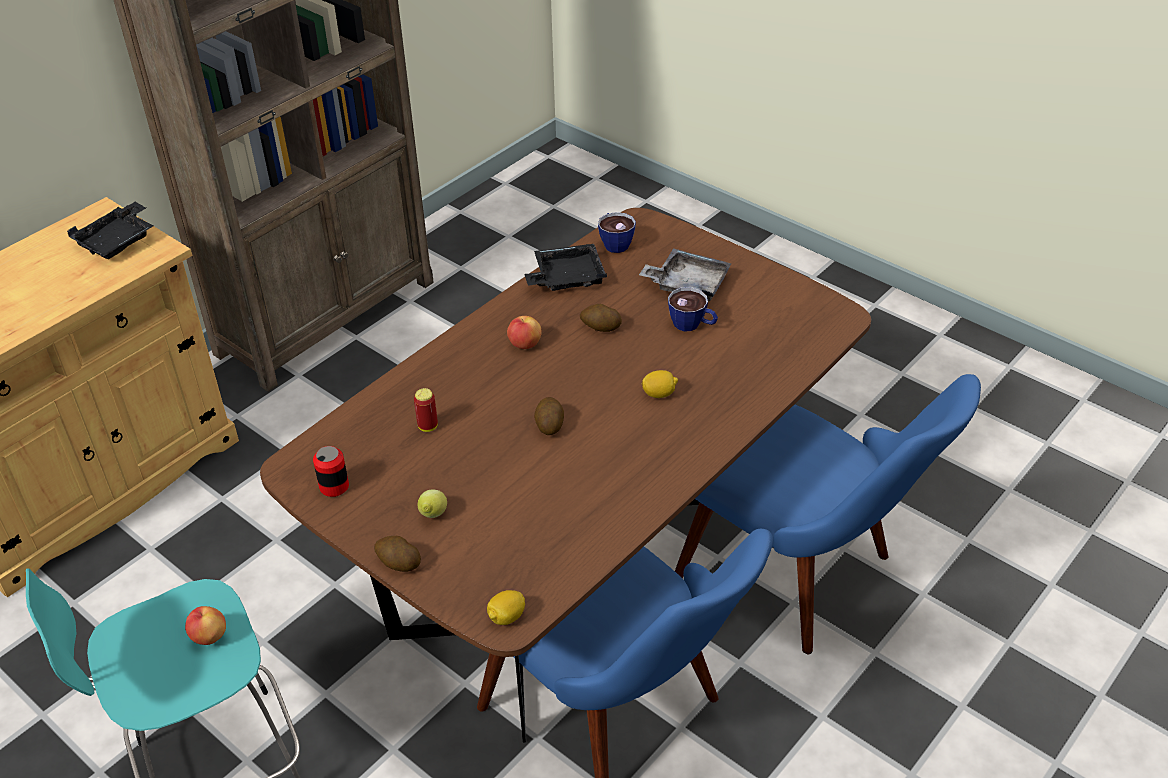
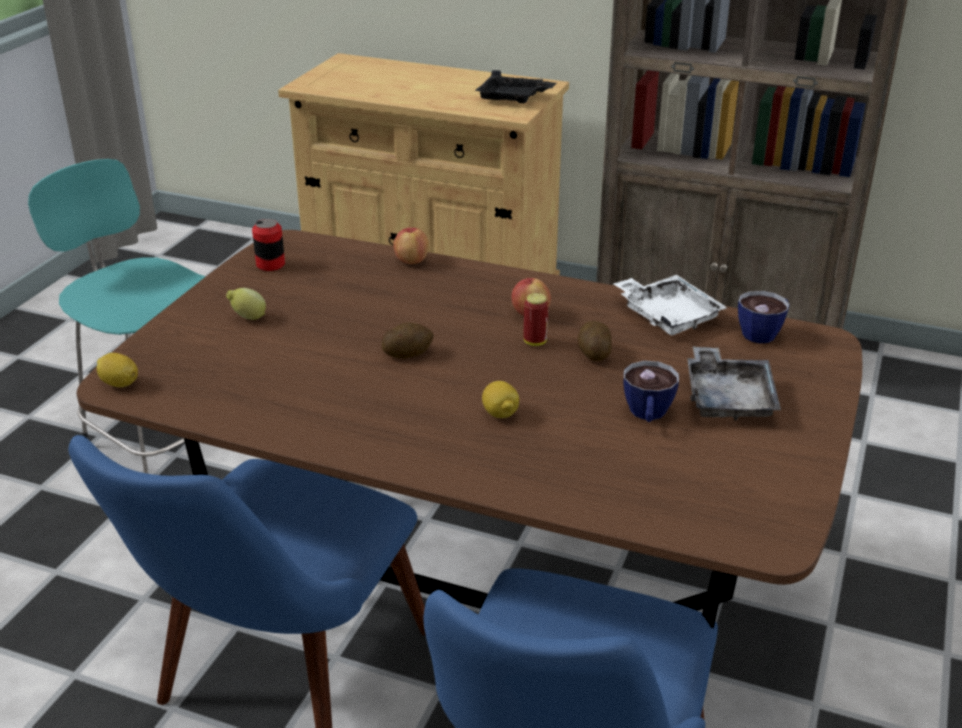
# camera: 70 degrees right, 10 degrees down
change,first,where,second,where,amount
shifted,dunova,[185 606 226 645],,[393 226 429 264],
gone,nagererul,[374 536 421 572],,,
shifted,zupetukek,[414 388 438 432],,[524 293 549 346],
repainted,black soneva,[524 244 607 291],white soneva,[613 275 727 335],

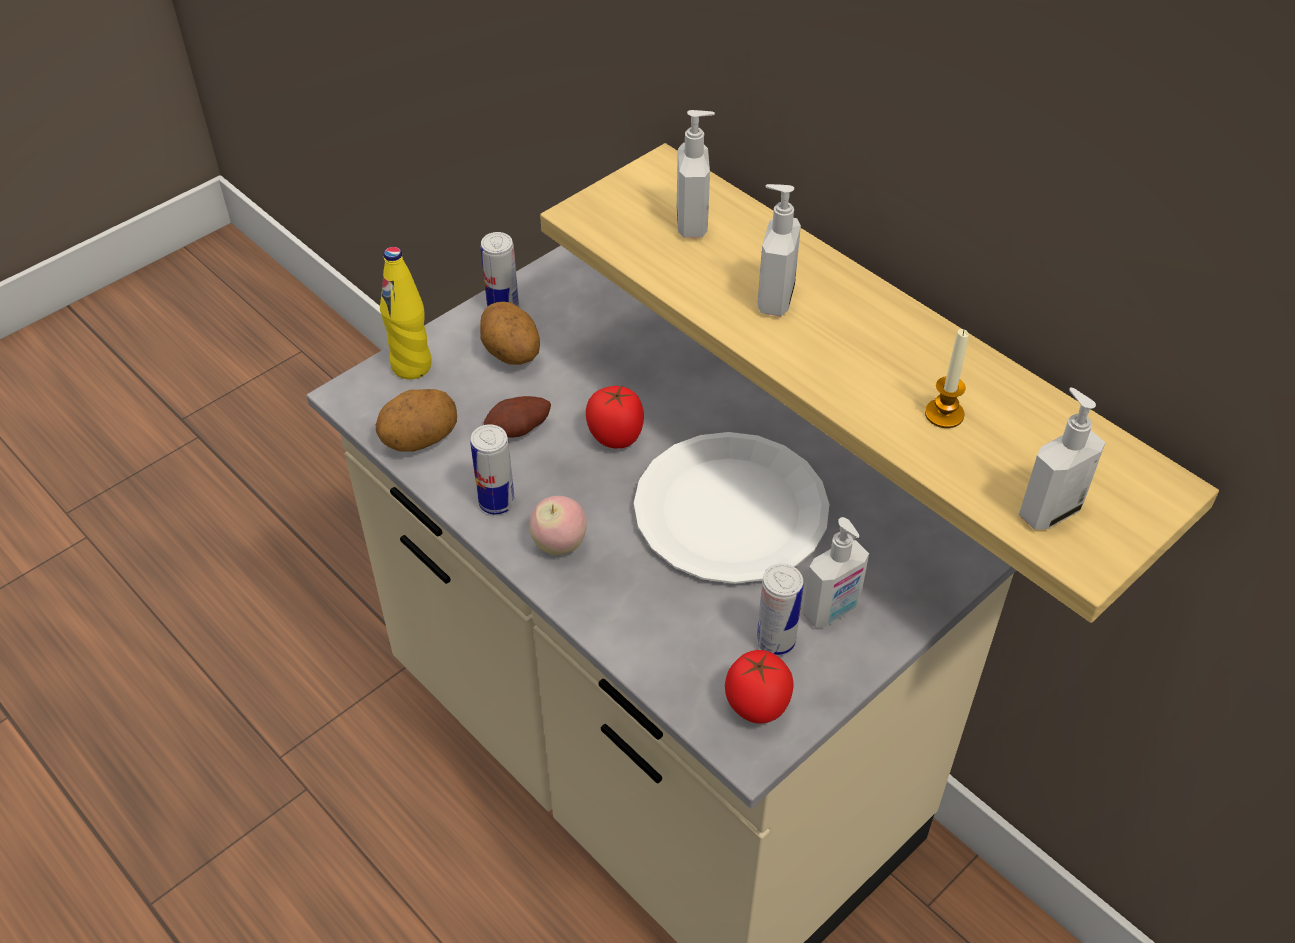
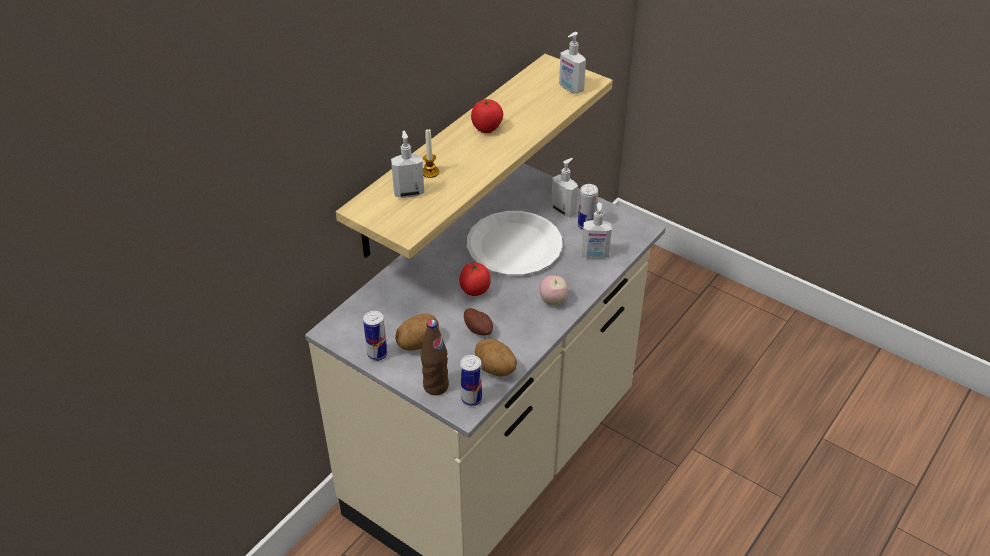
# camera: 100 degrees left, 5 degrees down
change,first,where,second,where,amount
repainted,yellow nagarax,[380 247 432 379],brown nagarax,[421 319 449 395],
shifted,zupetukek,[470 424 515 514],,[460 355 482 406],
shifted,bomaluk,[725 650 794 724],,[471 99 503 133],
shifted,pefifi,[758 184 801 316],,[582 203 612 259],
shifted,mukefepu,[925 329 969 428],,[423 129 439 178],

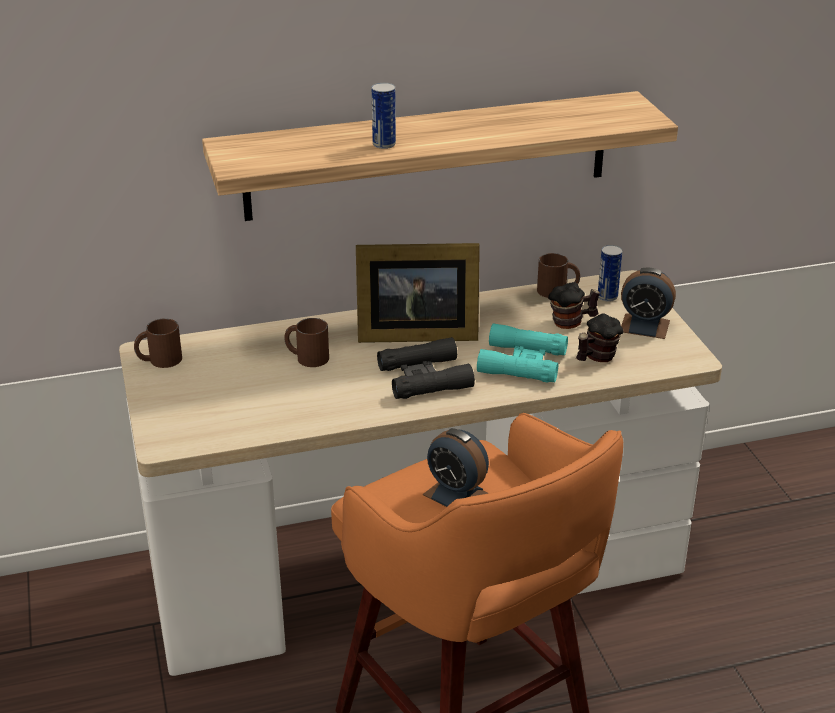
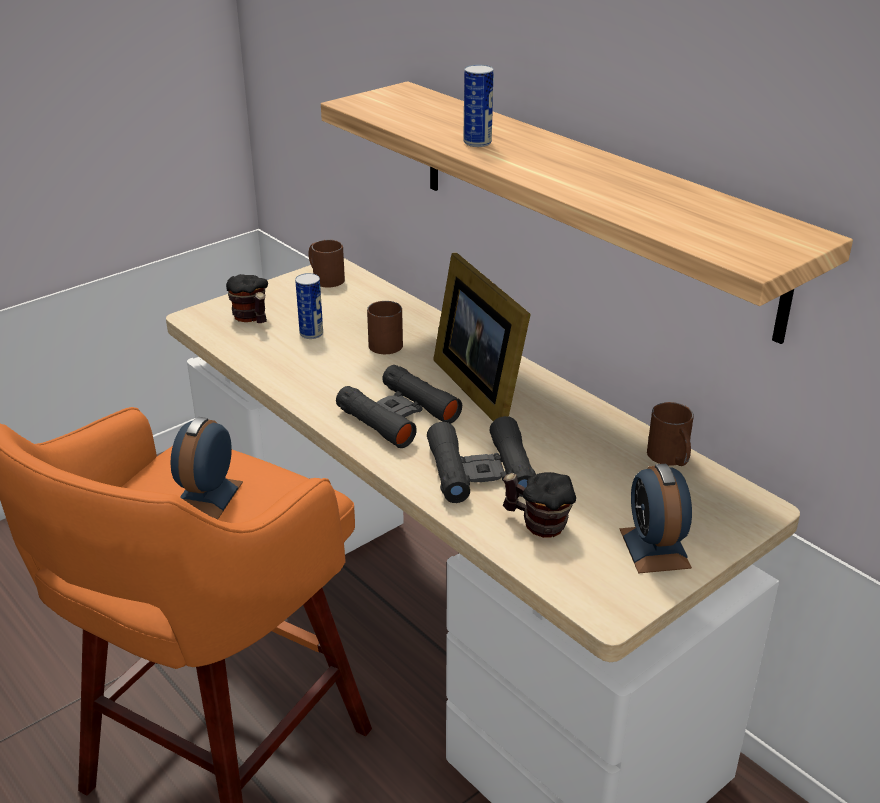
# camera: 65 degrees right, 0 degrees up
change,first,where,second,where,amount
repainted,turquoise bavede,[477 323 568 382],black bavede,[427 416 536 503],
shifted,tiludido,[548 282 600 329],,[226 274 268 323],
shifted,zupetukek,[598 245 622 302],,[295 273 323 339],

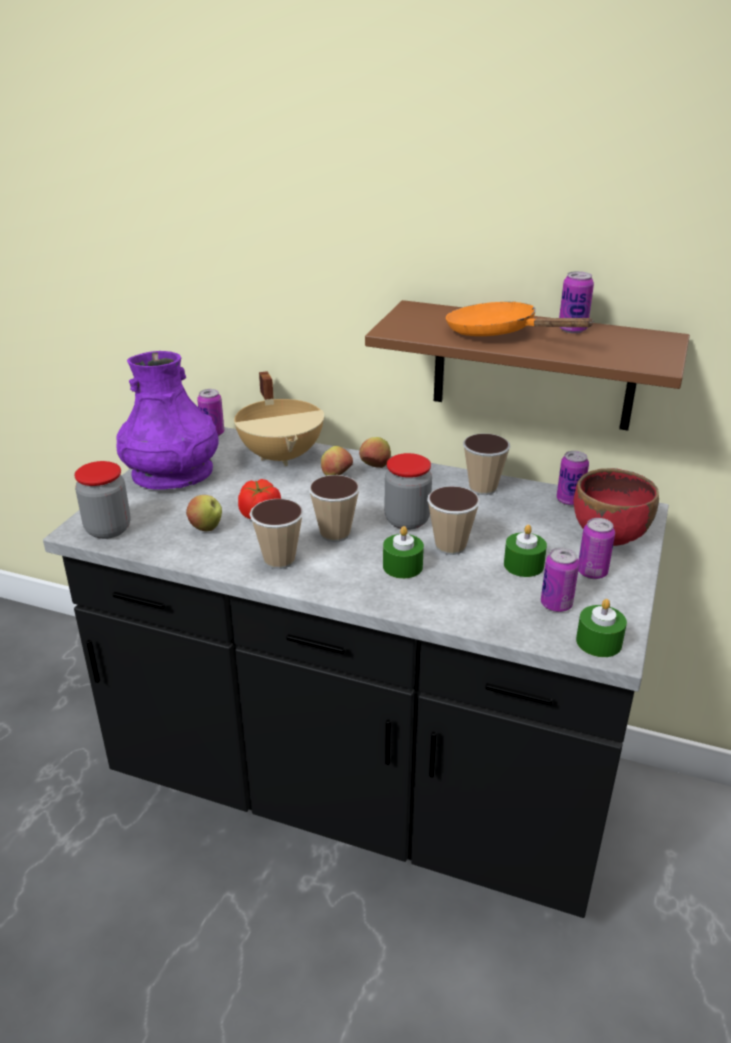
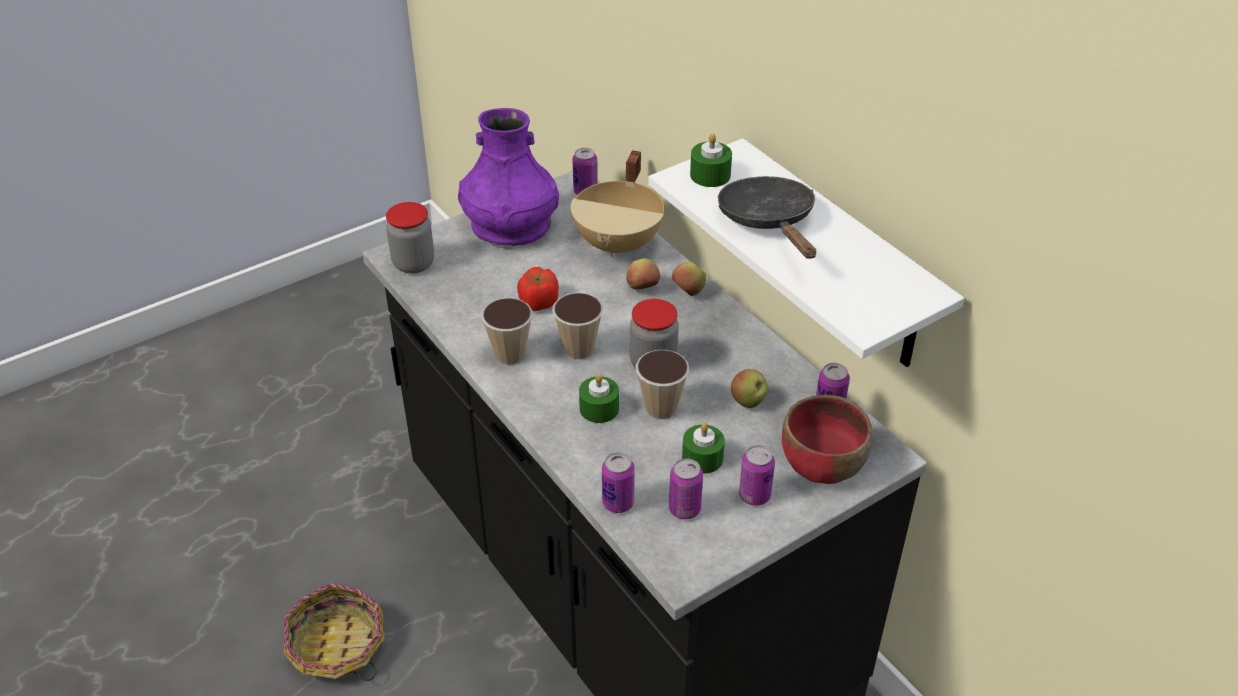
# camera: 35 degrees right, 10 degrees up
change,first,where,second,where,amount
shifted,dunova,[186 495 222 531],,[731 369 768 408],
repainted,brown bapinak,[365 300 690 431],white bapinak,[648 138 964 367],
repainted,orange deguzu,[446 302 595 336],black deguzu,[718 176 816 259],
gone,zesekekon,[463 433 510 495],,,
shifted,zupetukek,[559 271 594 333],,[602 452 635 513],
shifted,green mukefepu,[576 599 627 657],,[690 133 732 187],
new,,,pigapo,[283 583 385 681],

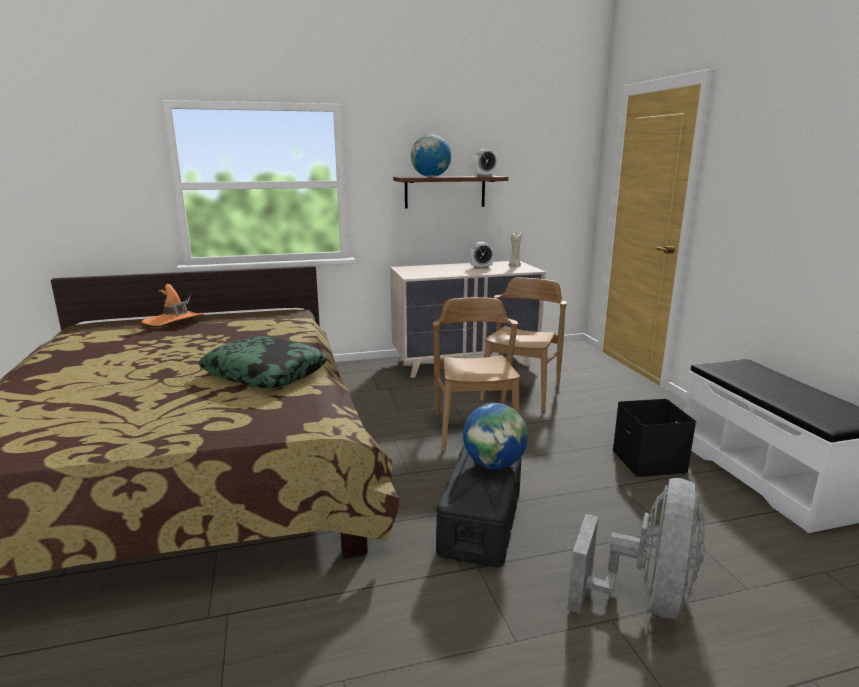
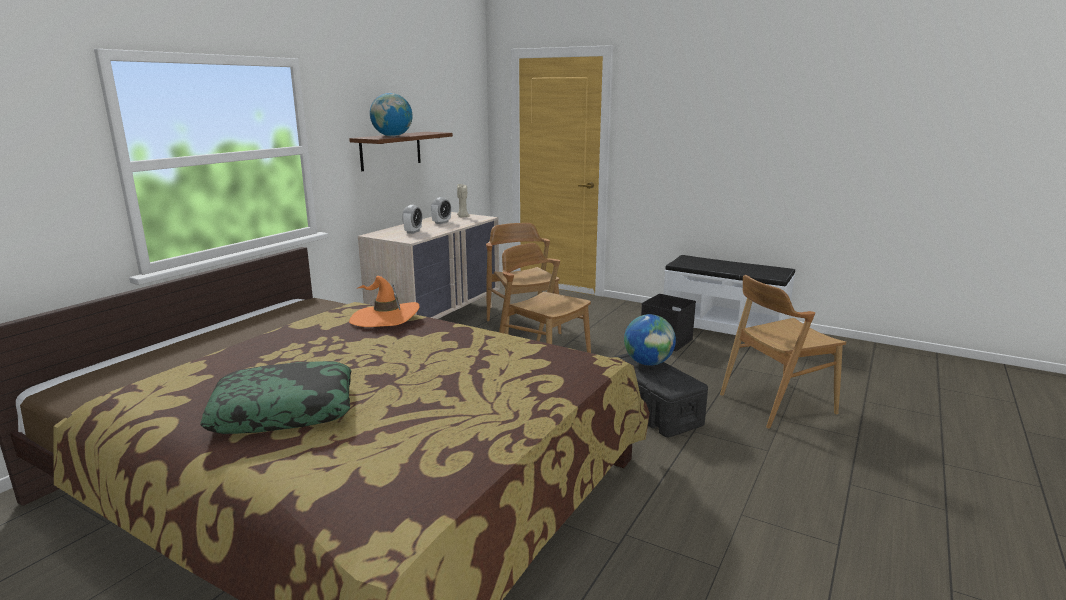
# camera: 45 degrees left, 0 degrees up
change,first,where,second,where,amount
shifted,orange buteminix,[142 284 204 326],,[349 276 420 327],
shifted,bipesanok,[199 336 327 389],,[200 361 351 434],
shifted,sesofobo,[473 149 497 177],,[402 205 422 234],
swapped,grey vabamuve,[567 478 705 619],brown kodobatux,[720 275 846 429],

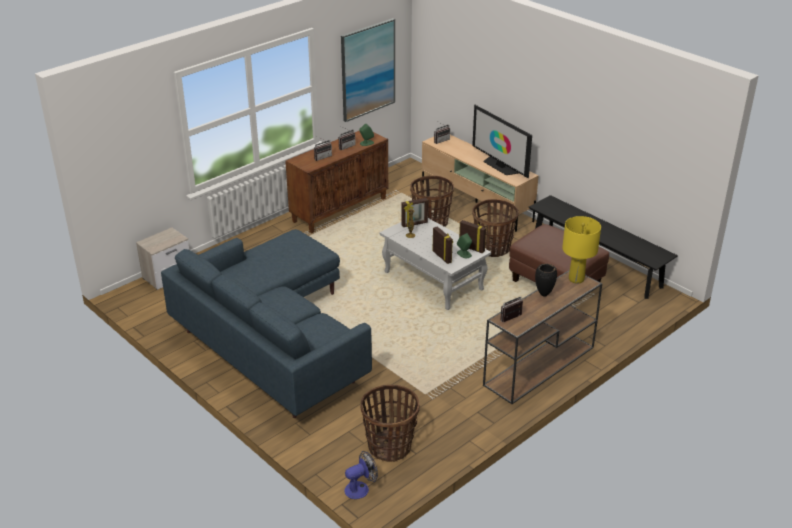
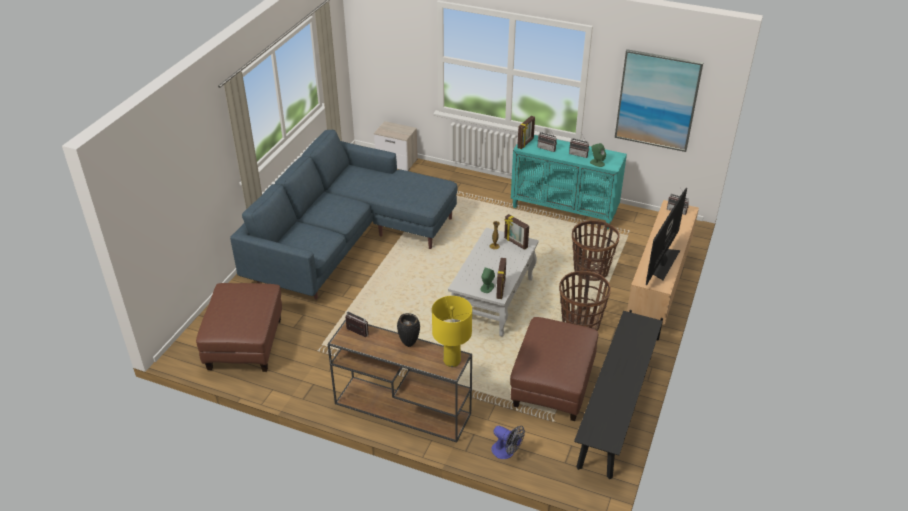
# camera: 65 degrees right, 5 degrees up
change,first,where,second,where,amount
repainted,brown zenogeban,[285 131 388 233],turquoise zenogeban,[511 135 627 230],
shifted,vabamuve,[344 451 378 499],,[491 426 525 459],
swapped,pigapo,[361 385 420 462],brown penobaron,[196 283 282 372],
shifted,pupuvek,[432 227 453 264],,[517 116 535 149],

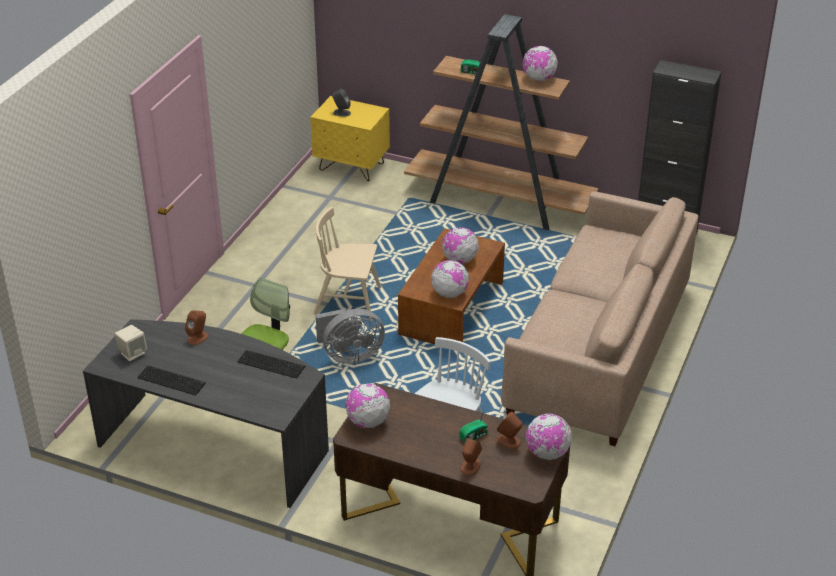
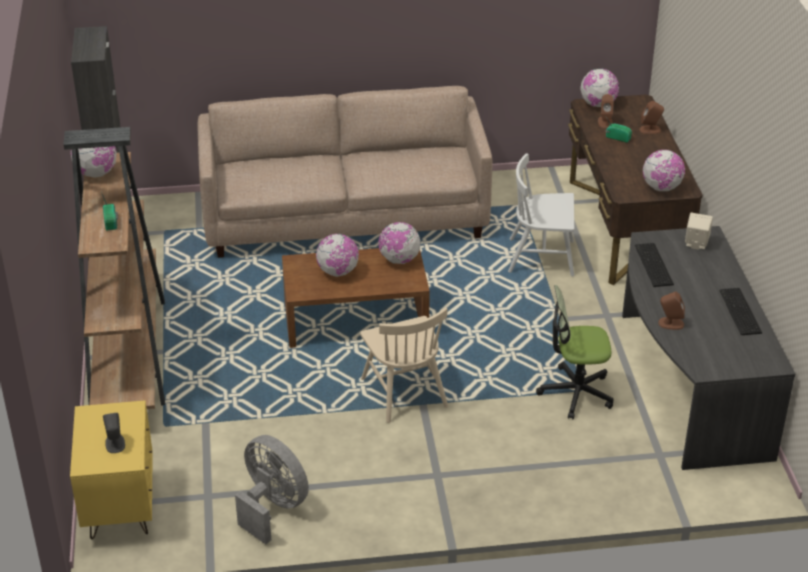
# camera: 120 degrees left, 0 degrees up
change,first,where,second,where,amount
shifted,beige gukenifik,[115 325 147 361],,[685 213 713 250],
shifted,grey vabamuve,[316 309 385 364],,[235 435 309 544],

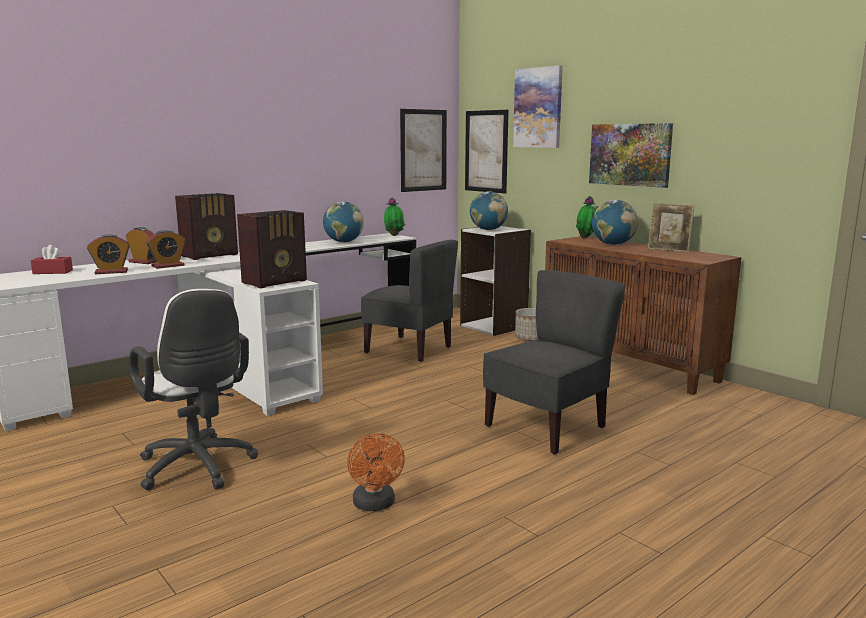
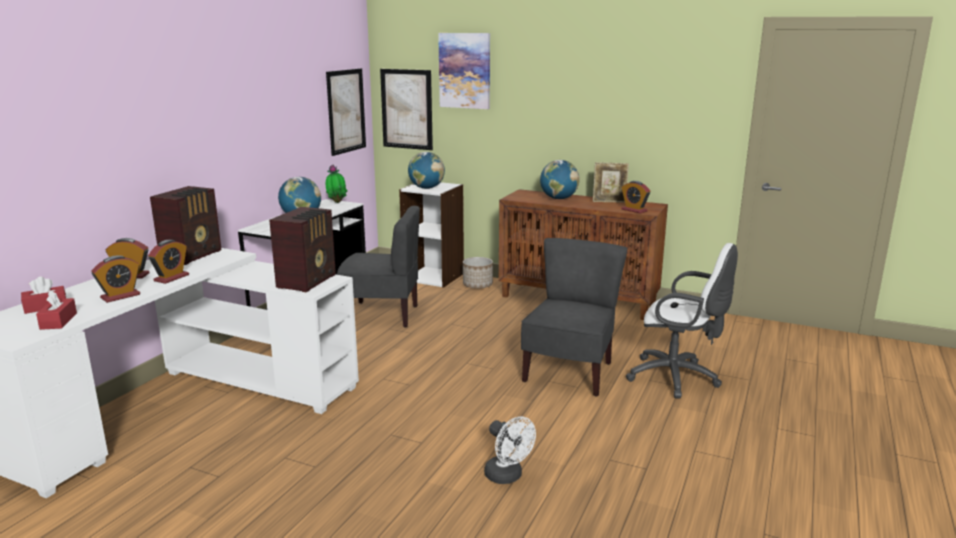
# camera: 25 degrees left, 5 degrees up
change,first,where,second,where,amount
shifted,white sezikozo,[129 289 259 490],,[626 243 738 399],
repainted,orange vabamuve,[347 433 405 511],white vabamuve,[484 416 536 484],
gone,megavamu,[576 196 596 238],,,
gone,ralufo,[589 123 673 188],,,
new,,,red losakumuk,[36 290 77 330],
new,,,sesofobo,[621 181 651 213],

